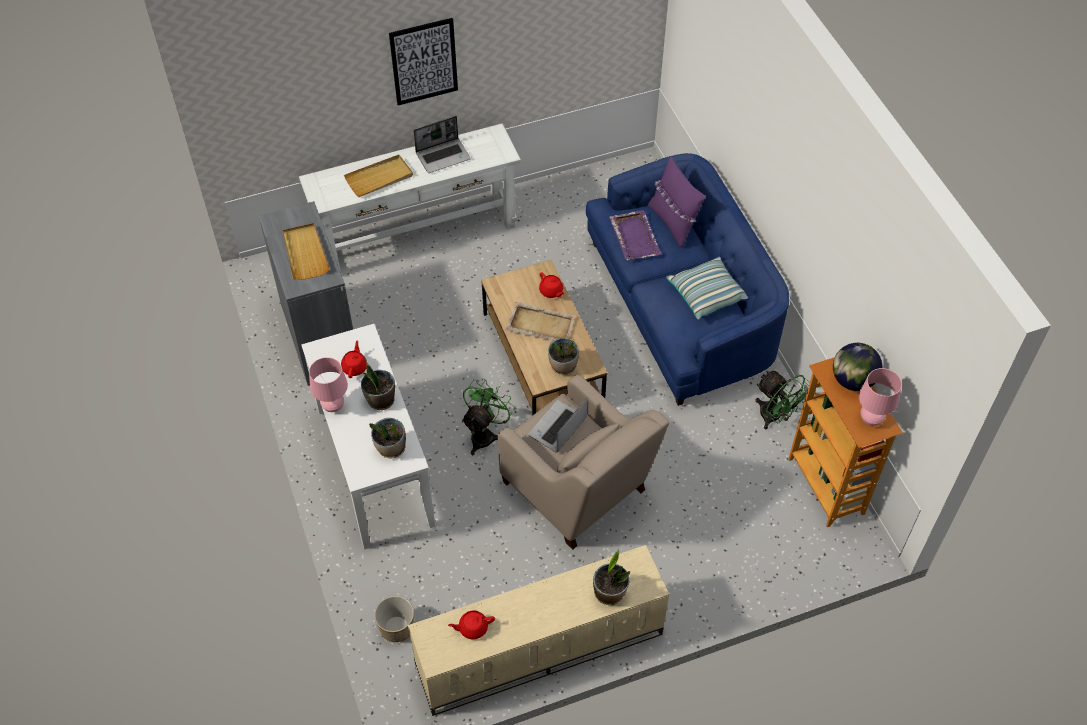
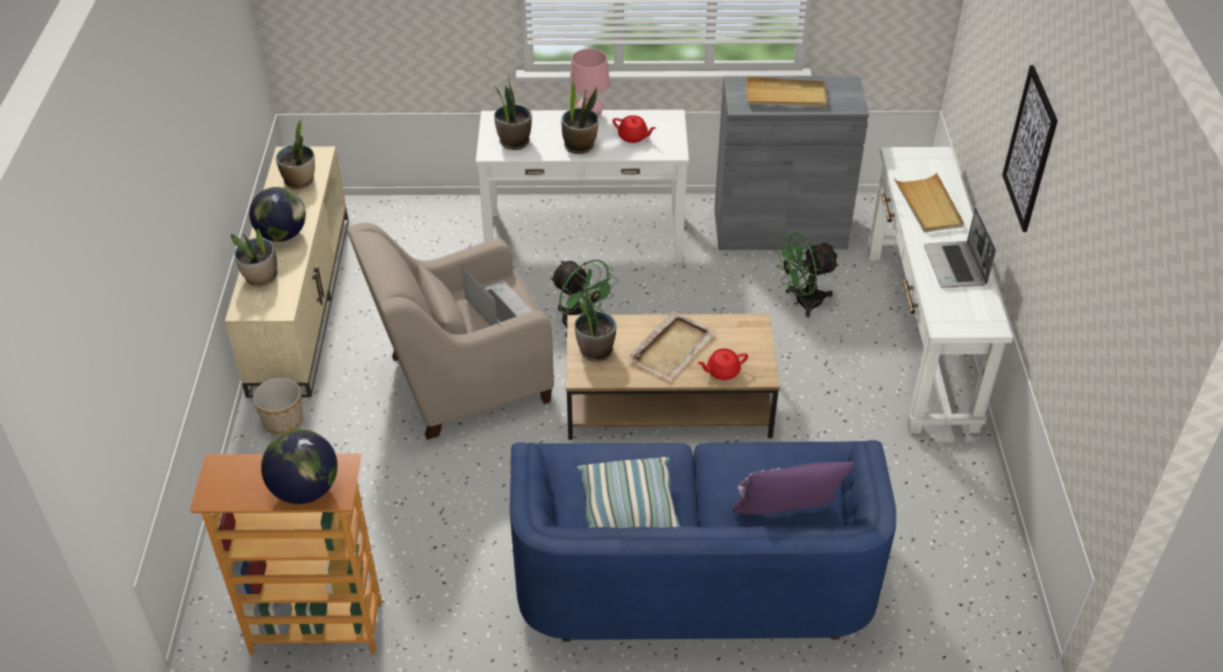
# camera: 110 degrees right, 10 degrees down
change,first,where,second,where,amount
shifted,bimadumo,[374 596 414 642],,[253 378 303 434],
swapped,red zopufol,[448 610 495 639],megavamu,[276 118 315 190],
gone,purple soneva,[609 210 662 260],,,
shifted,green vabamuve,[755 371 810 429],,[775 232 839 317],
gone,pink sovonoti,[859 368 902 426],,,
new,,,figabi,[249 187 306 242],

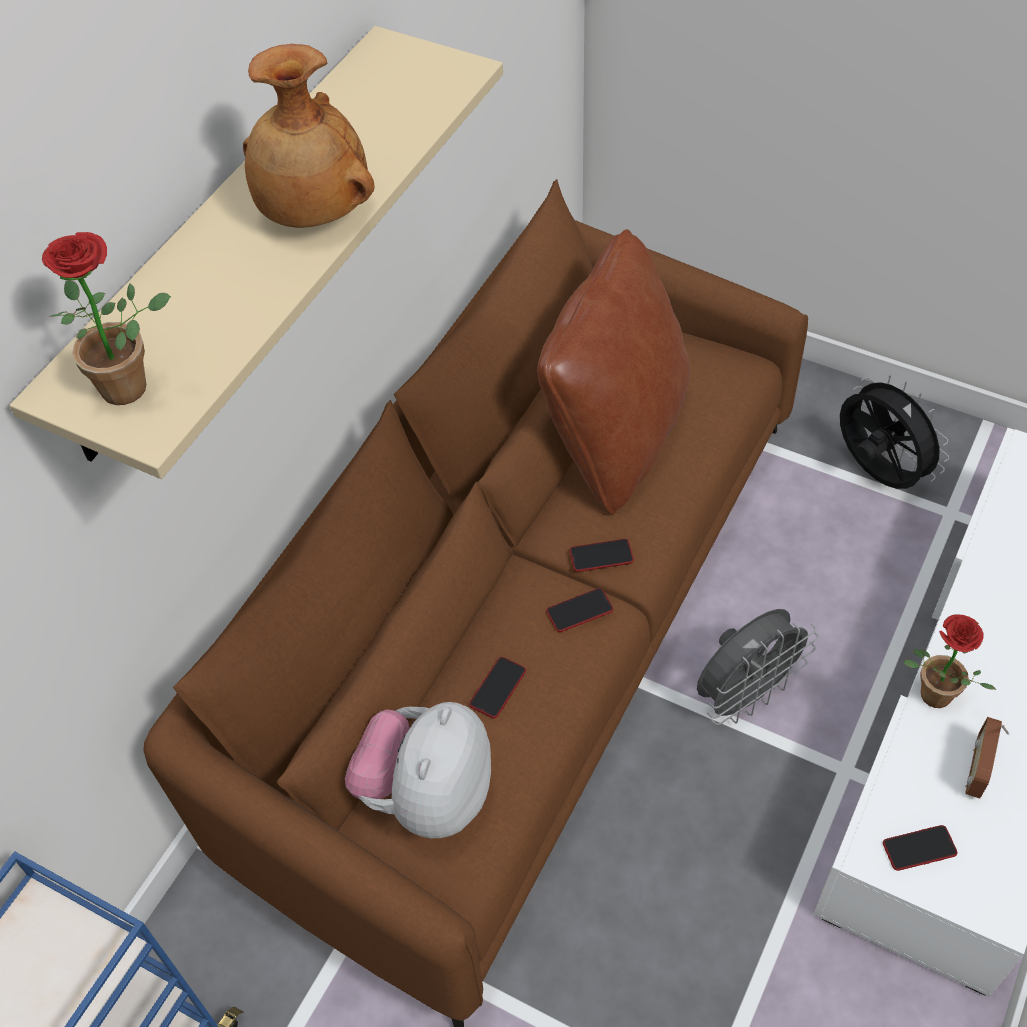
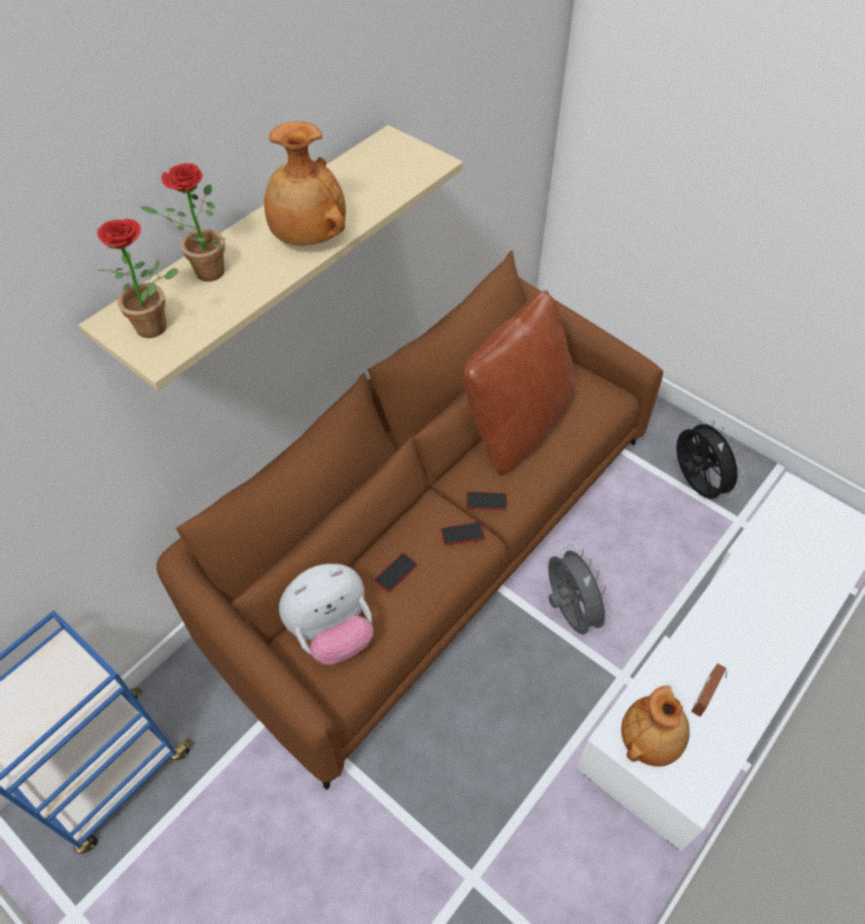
# camera: 10 degrees right, 0 degrees up
change,first,where,second,where,amount
rotated,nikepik,[345 702 491 838],,[279 564 373 665],150 degrees counterclockwise
rotated,grey vabamuve,[697 609 819 725],,[548 544 612 635],90 degrees counterclockwise
swapped,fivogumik,[883 825 957 871],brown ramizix,[621 686 690 767],
shifted,megavamu,[904 615 996 708],,[140 163 226 282],

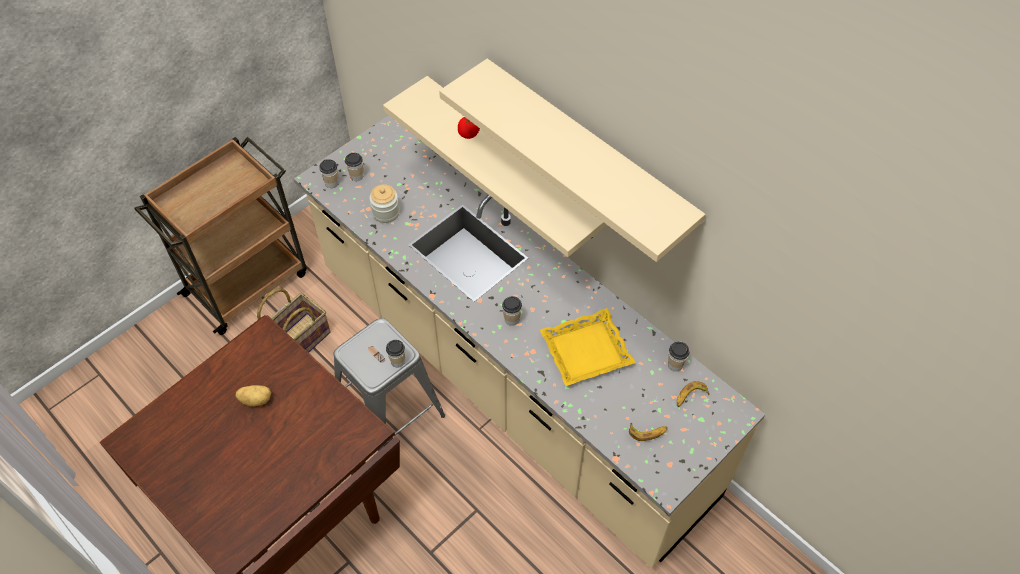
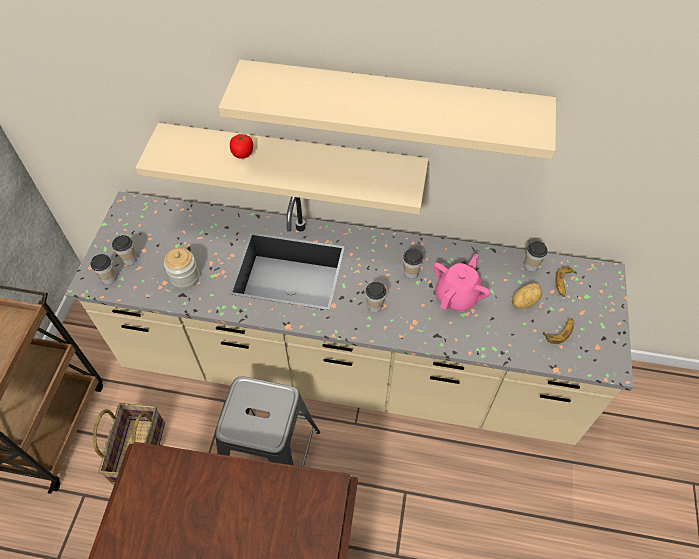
# camera: 35 degrees left, 0 degrees up
change,first,where,second,where,amount
shifted,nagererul,[236 385 271 407],,[512 283 542 309],
shifted,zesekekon,[386 340 405 368],,[403 248 423 279],
swapped,yellow soneva,[540 308 636 386],pink zopufol,[433 254 490 312],

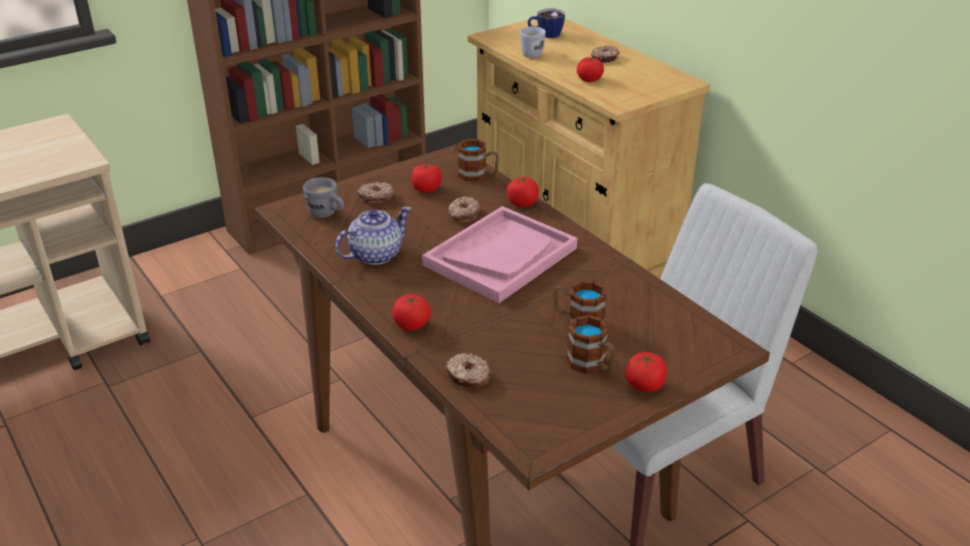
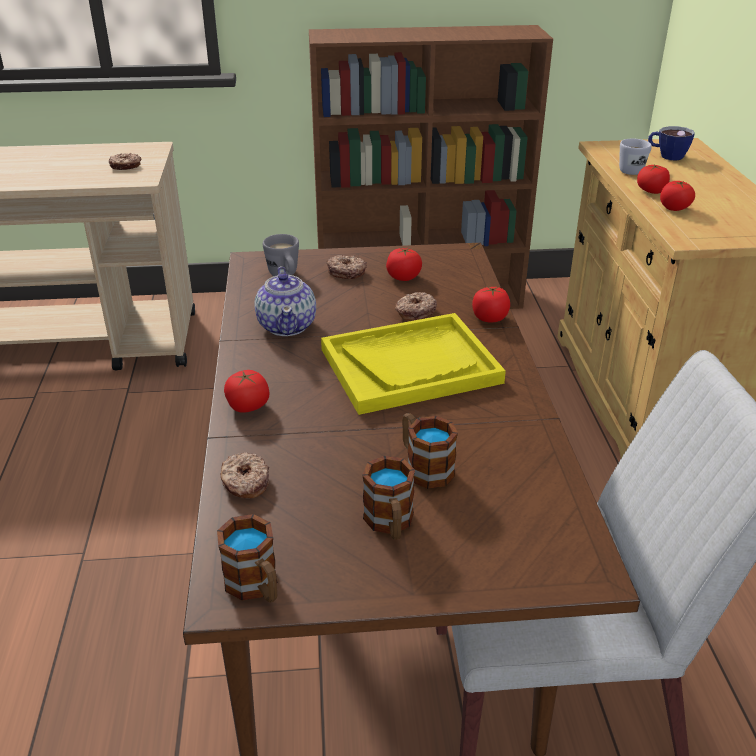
# camera: 30 degrees right, 0 degrees up
change,first,where,second,where,amount
rotated,zopufol,[335 206 411 265],,[255 267 316 336],90 degrees clockwise
repainted,pink soneva,[422 206 578 303],yellow soneva,[321 313 506 415],
shifted,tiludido,[458 139 499 181],,[217 514 278 603],
shifted,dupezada,[591 45 620 63],,[109 153 141 170],
shifted,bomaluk,[626 352 667 392],,[637 164 670 194],

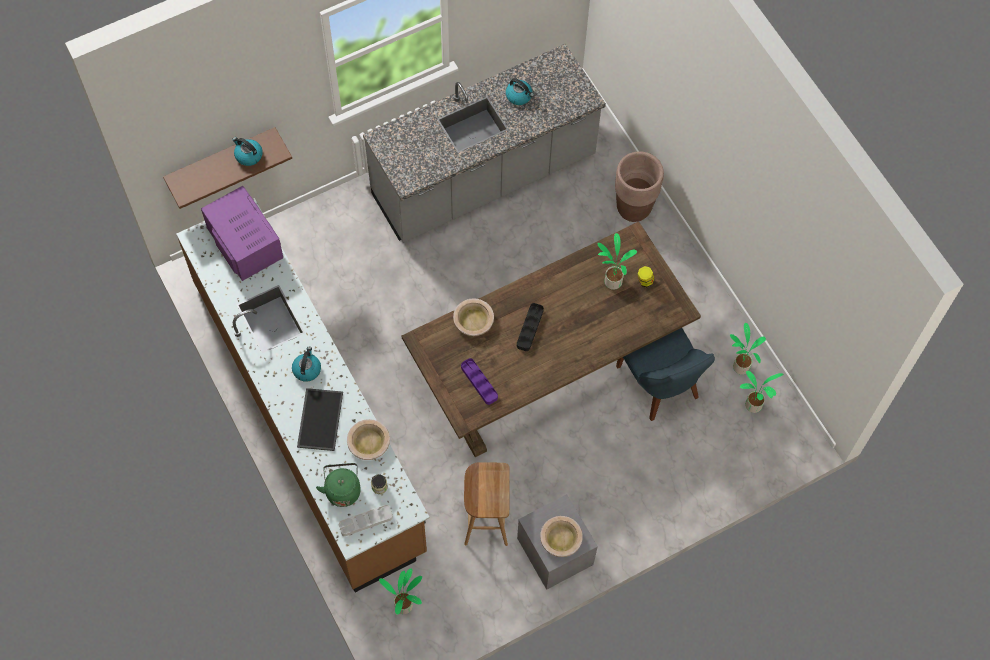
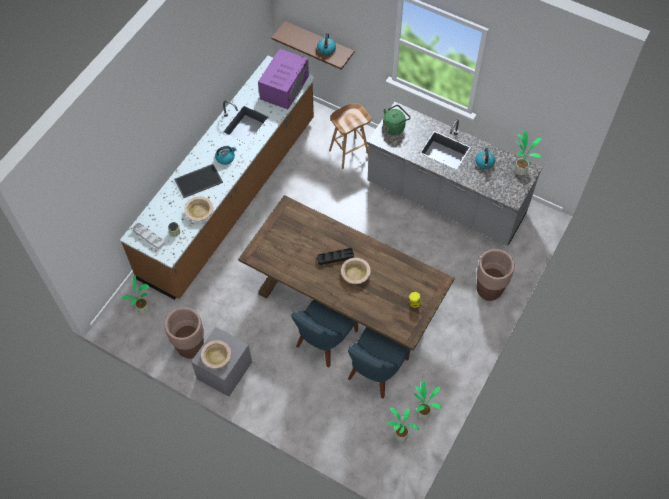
# camera: 60 degrees right, 5 degrees down
change,first,where,second,where,amount
shifted,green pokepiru,[316 463 361 507],,[383 105 411 135],
shifted,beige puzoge,[453 298 494 336],,[341 258 371 284],
gone,purple soneva,[461 358 498 405],,,
shifted,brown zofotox,[464 462 510 546],,[329 103 371 169],
shifted,megavamu,[597 233 637 290],,[514 130 541 175],
new,,,brown bimadumo,[164 307 204 359],
new,,,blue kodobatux,[291 300 358 368],

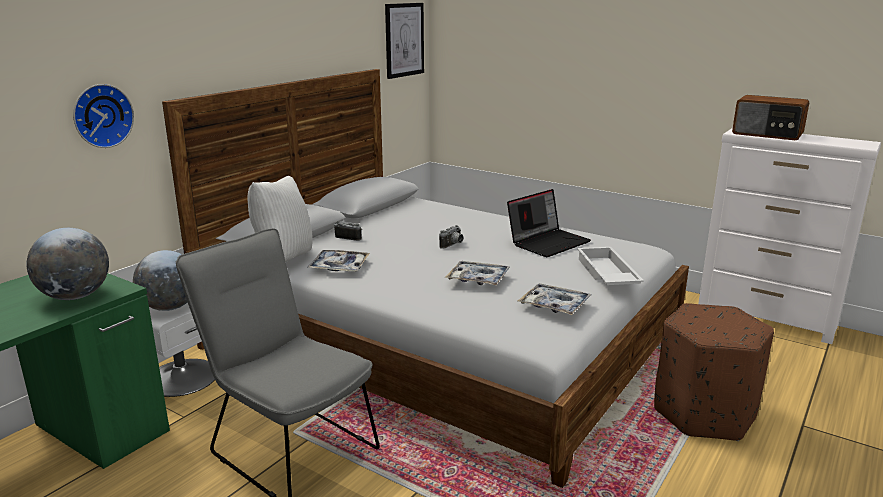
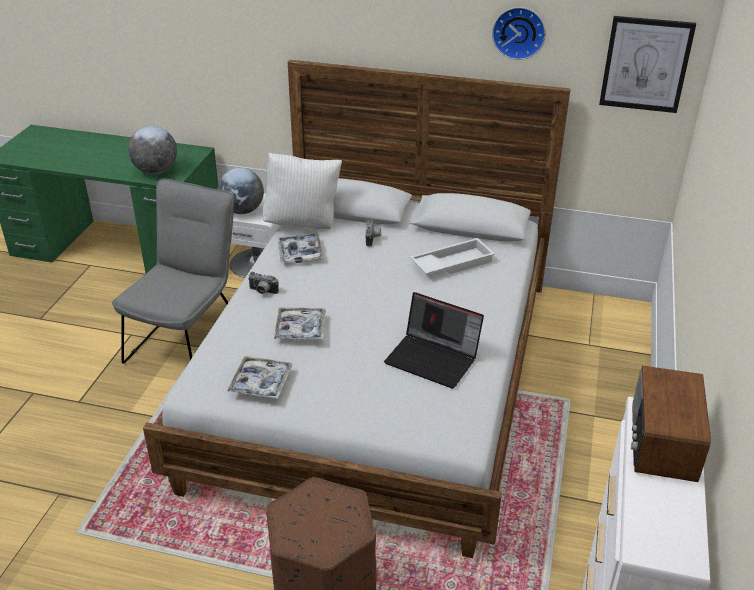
# camera: 70 degrees right, 15 degrees up
change,first,where,second,where,amount
shifted,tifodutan,[73 84 134 148],,[492 7 546 60],
shifted,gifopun,[439 225 463 249],,[248 272 279 294],
shifted,white soneva,[577 247 644 285],,[410 238 495 275],

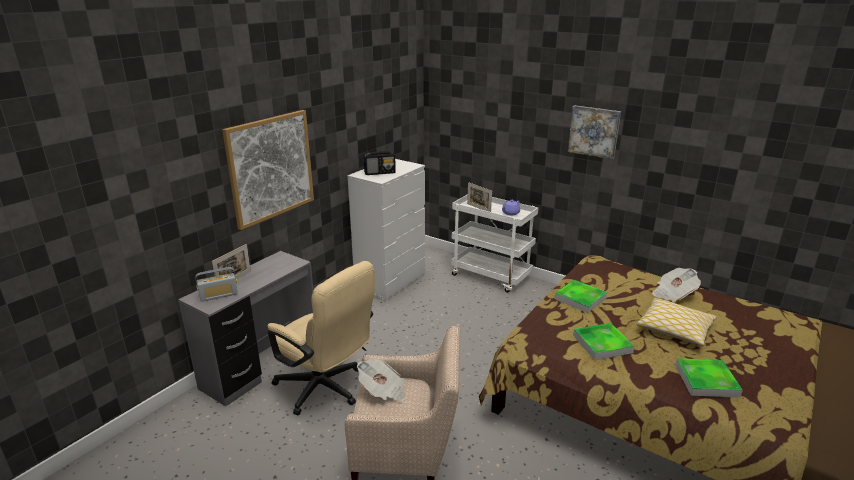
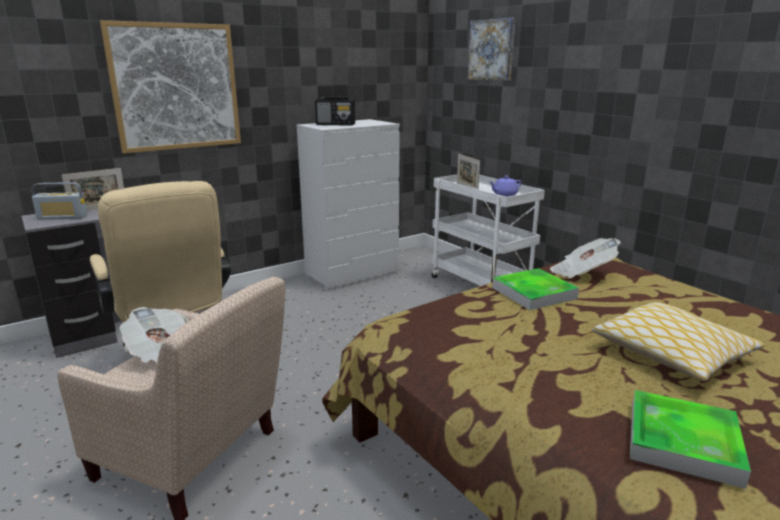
# camera: 20 degrees right, 5 degrees down
change,first,where,second,where,amount
shifted,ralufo,[568 105 621 160],,[468 18 515 81],
gone,soneva,[573 323 635 360],,,
shifted,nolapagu,[652 268 701 302],,[550 238 621 278],

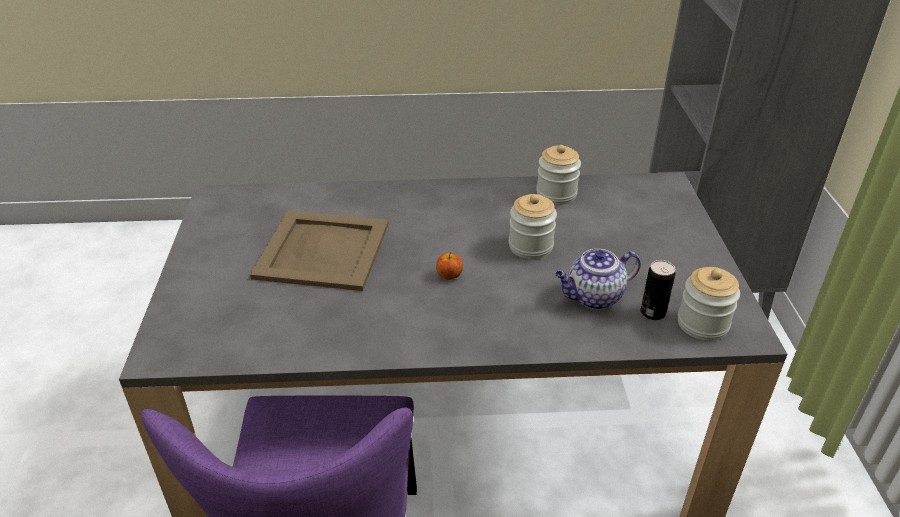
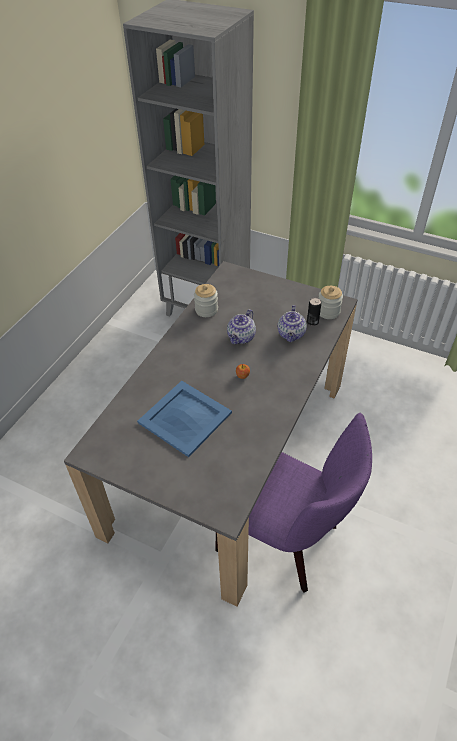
# camera: 60 degrees left, 10 degrees up
change,first,where,second,where,amount
repainted,beige soneva,[250 211 389 291],blue soneva,[137 381 232 457],
swapped,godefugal,[509 194 557 259],zopufol,[227 309 256 344],

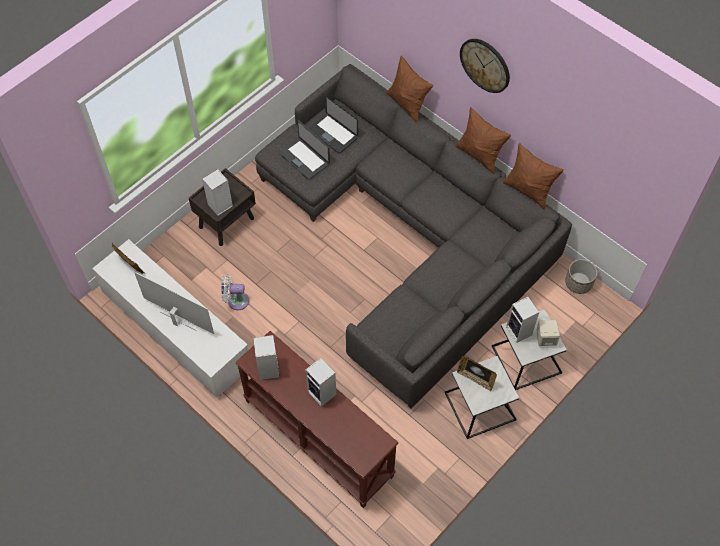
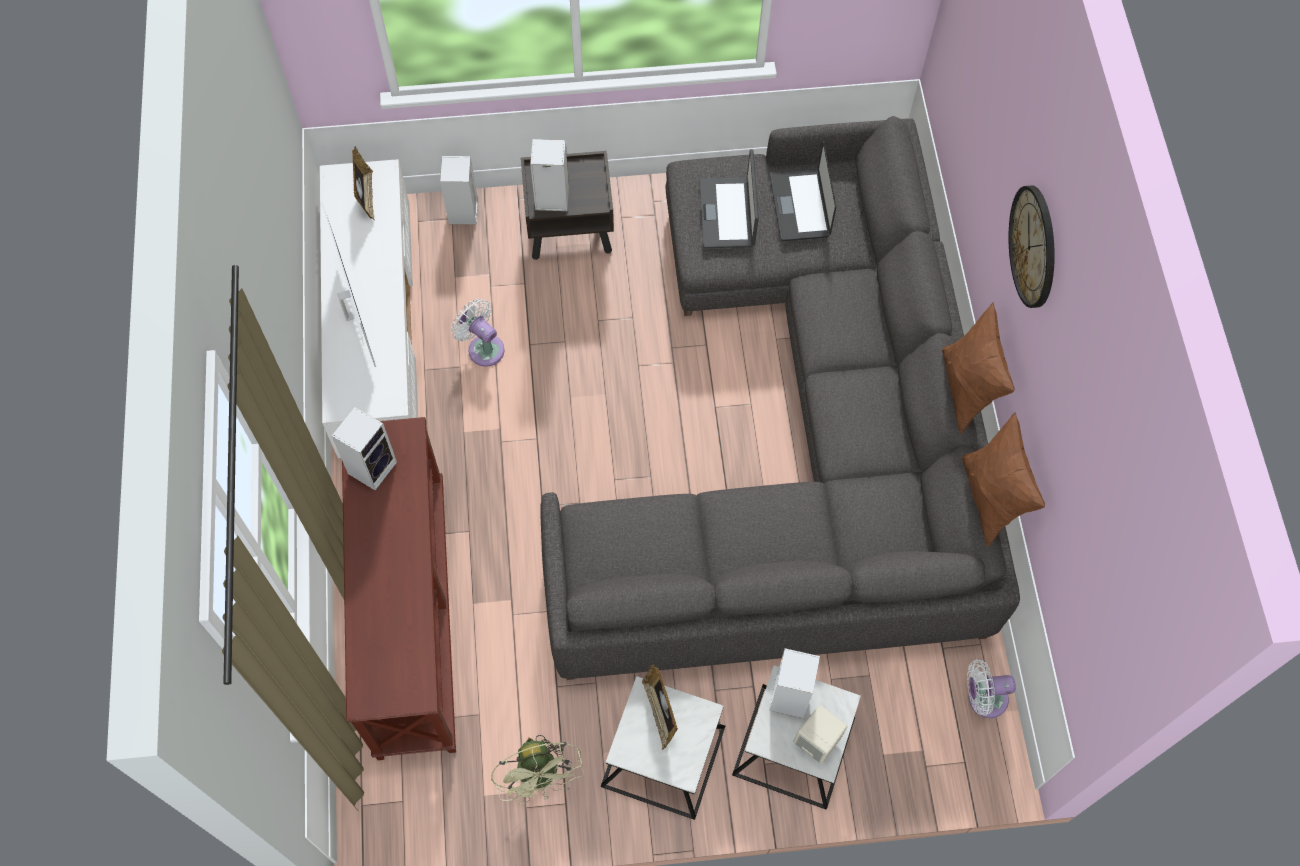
# camera: 40 degrees right, 5 degrees up
change,first,where,second,where,amount
shifted,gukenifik,[305 358 336 407],,[440 156 478 225],
gone,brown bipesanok,[386 56 433 124],,,
swapped,bimadumo,[565 259 597 294],white vabamuve,[967 659 1016 718],
new,,,green vabamuve,[491 735 584 804],

